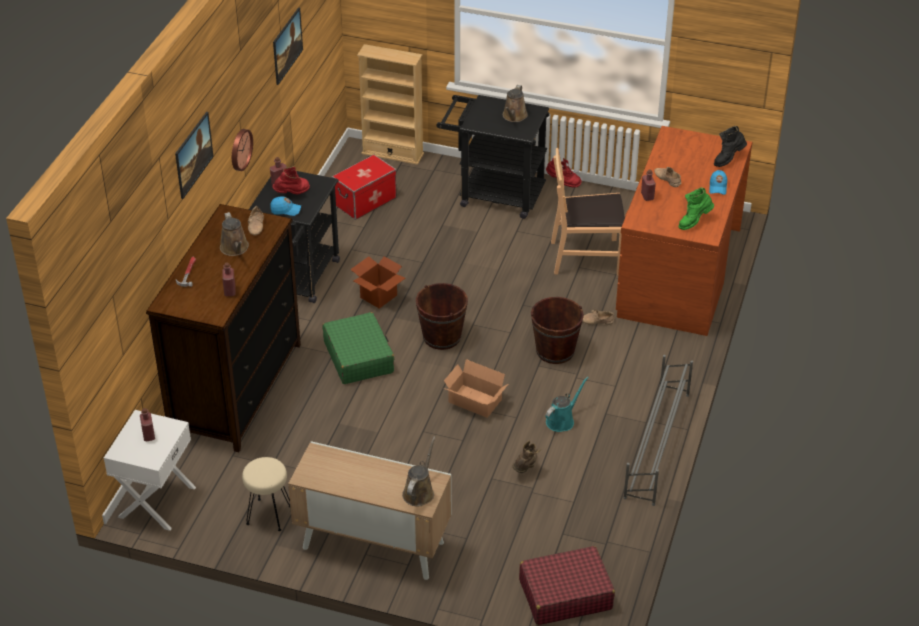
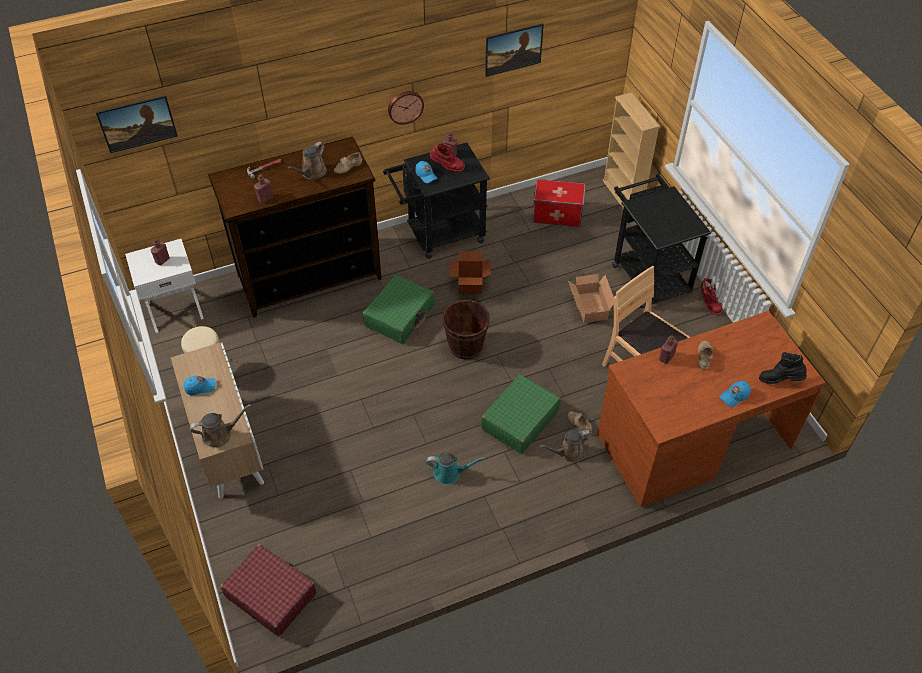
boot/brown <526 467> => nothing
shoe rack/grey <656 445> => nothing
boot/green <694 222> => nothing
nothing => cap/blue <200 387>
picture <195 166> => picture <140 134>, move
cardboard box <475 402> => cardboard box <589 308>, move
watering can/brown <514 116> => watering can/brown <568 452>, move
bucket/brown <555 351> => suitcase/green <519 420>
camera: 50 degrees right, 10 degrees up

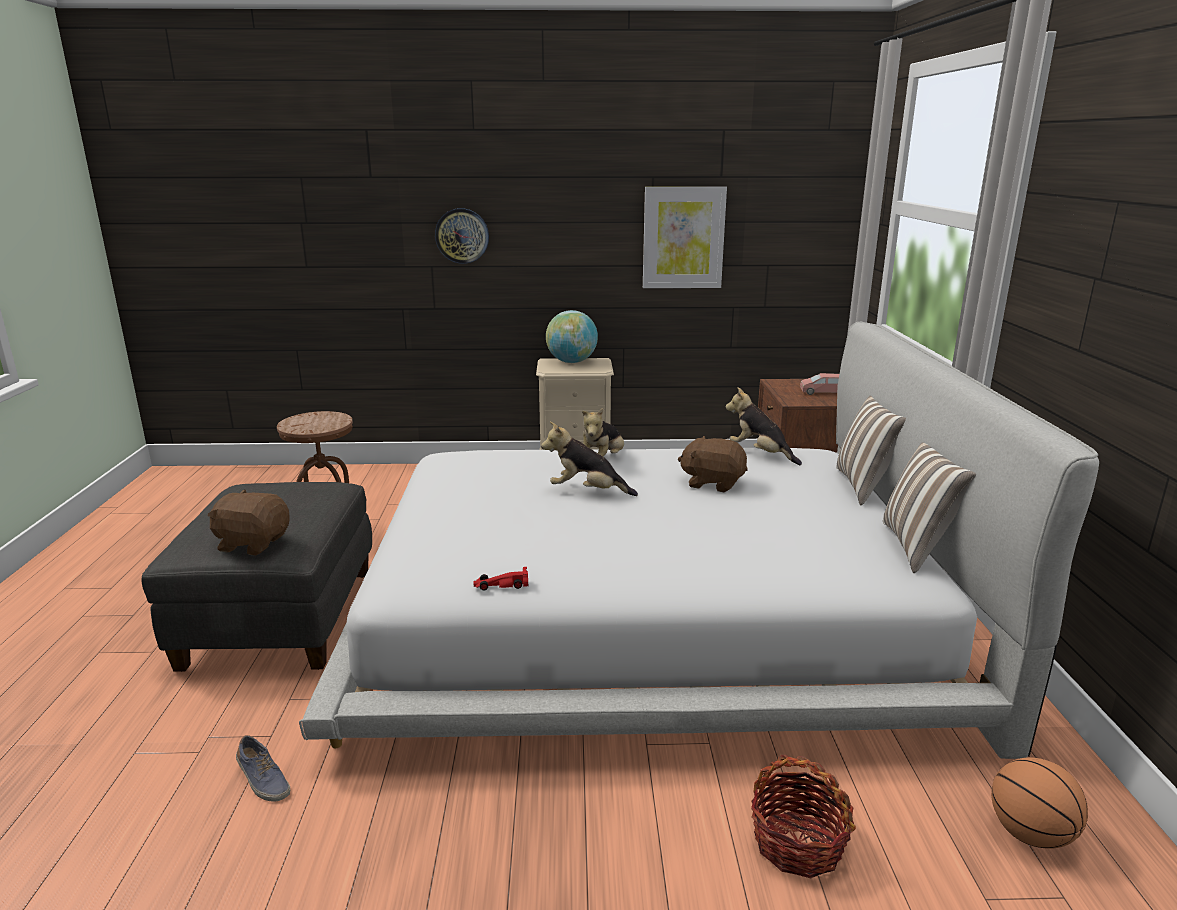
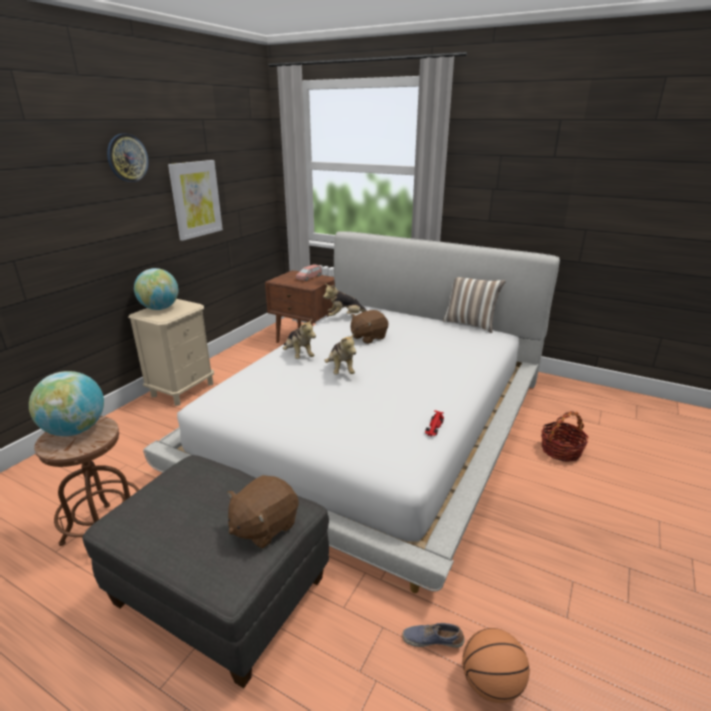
pillow <865 486> => nothing
nothing => globe <75 430>
wall clock <462 236> => wall clock <127 158>, move
basketball <1030 834> => basketball <491 683>, move
shoe <262 780> => shoe <432 640>, 150 degrees counterclockwise
plush toy <587 492> => plush toy <340 370>, 60 degrees counterclockwise
camera: 60 degrees left, 5 degrees up

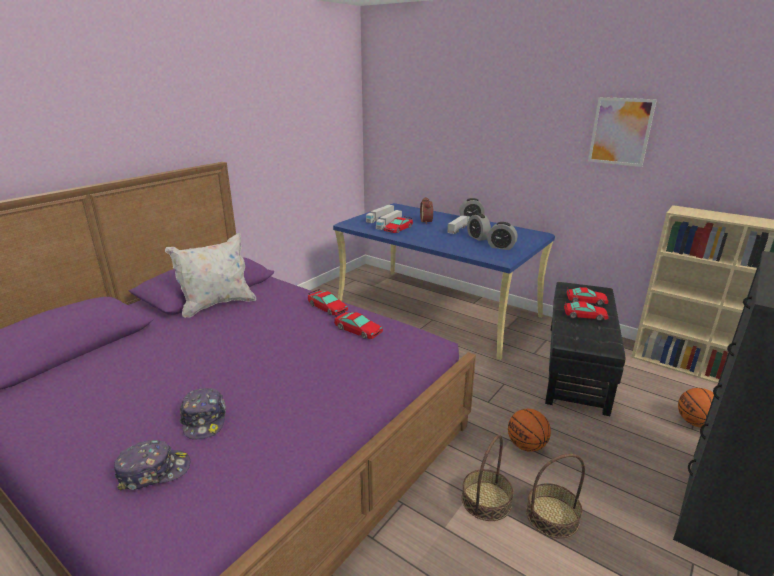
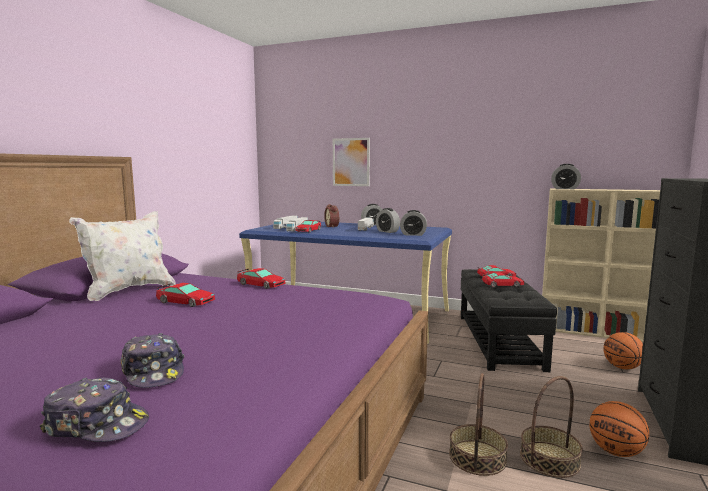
nothing => alarm clock <565 189>
toy car <358 330> => toy car <185 302>, move
basketball <526 445> => basketball <616 451>, move
picture <620 131> => picture <351 162>, move
cap <154 471> => cap <97 424>, 45 degrees clockwise
camera: 15 degrees left, 15 degrees down

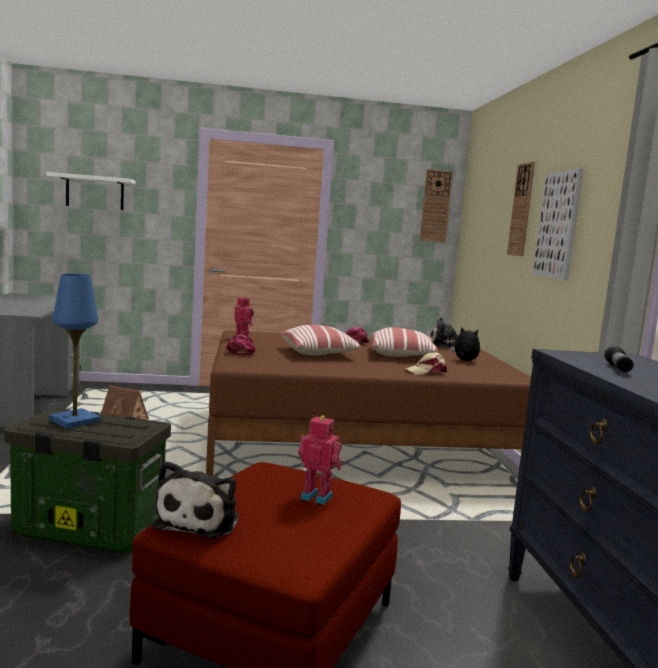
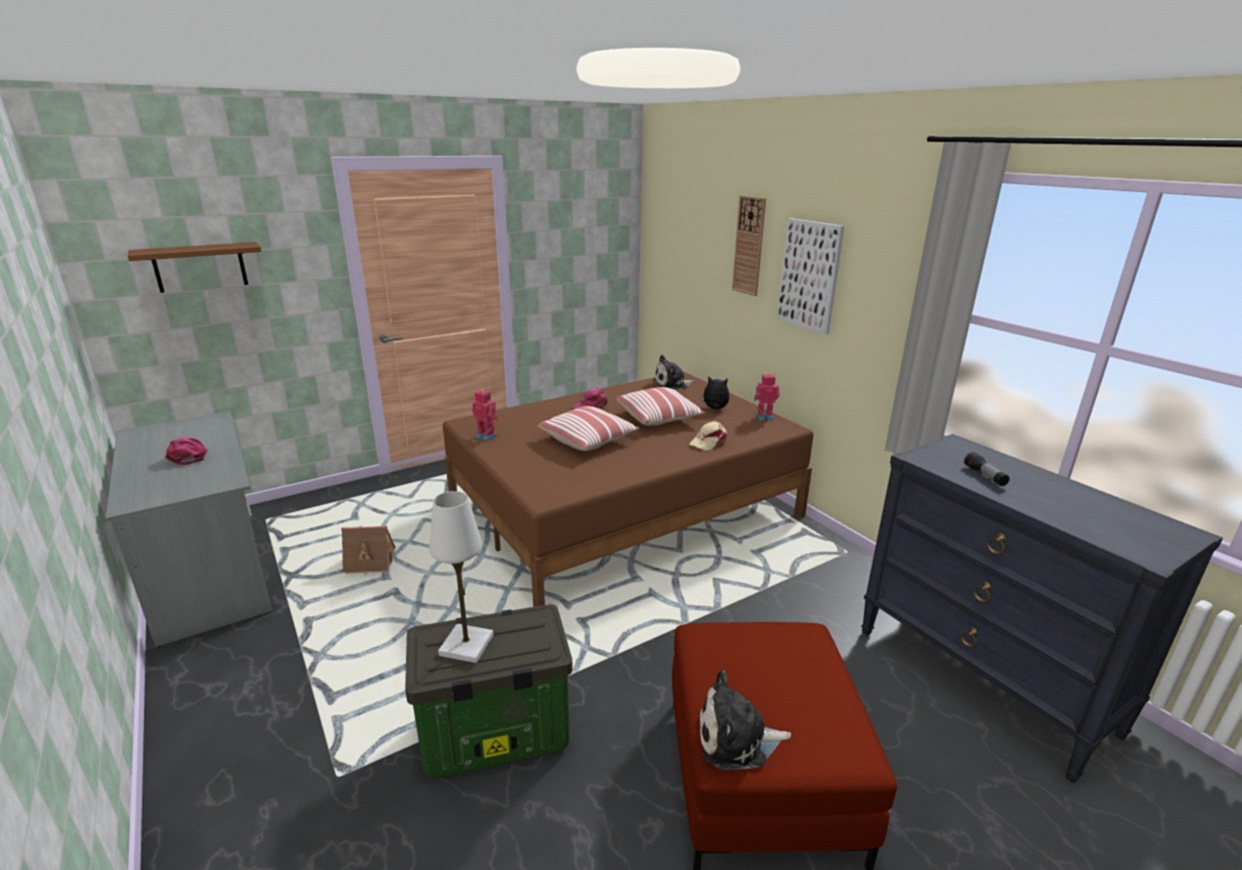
wall clock <435 206> => nothing
cap/pink <241 352> => cap/pink <188 456>, move
toy robot <317 496> => toy robot <764 417>, move
shelf/white <95 192> => shelf/brown <200 267>
table lamp/blue <74 421> => table lamp/white <466 645>
plush toy <200 520> => plush toy <737 739>, 105 degrees clockwise
camera: 25 degrees left, 15 degrees up

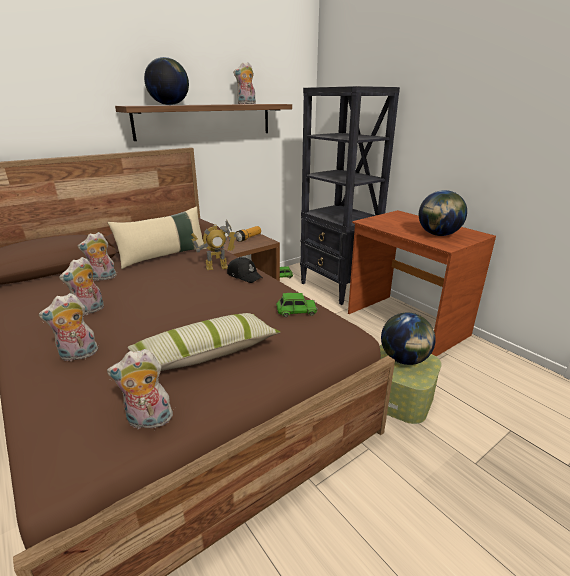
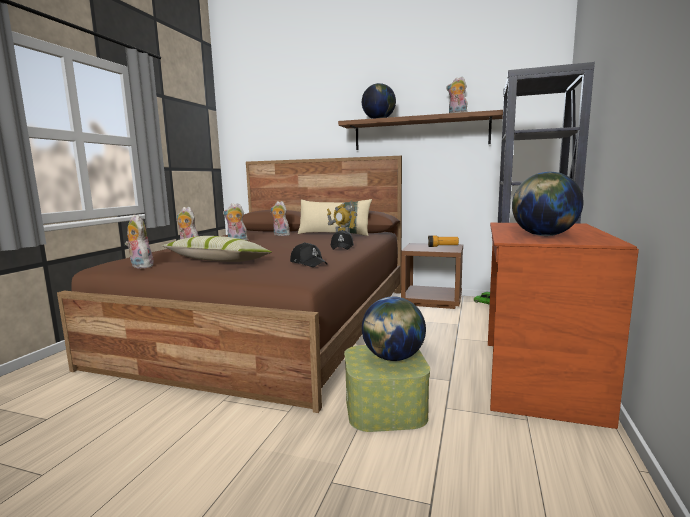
toy car/green <296 311> => cap/black <308 263>
camera: 55 degrees right, 15 degrees down

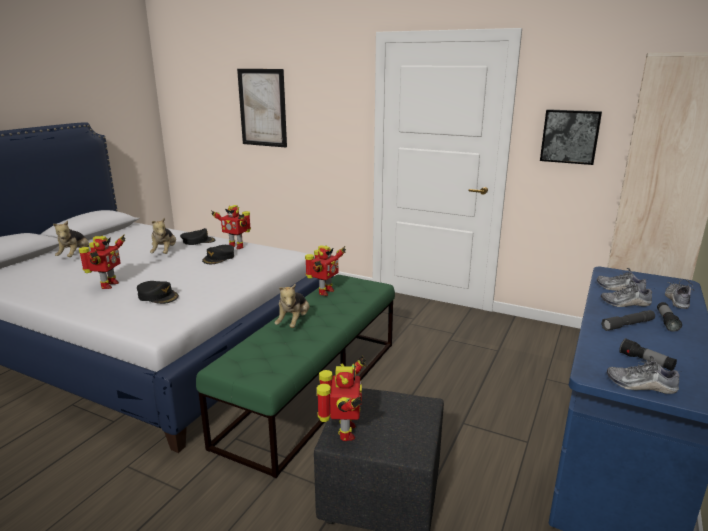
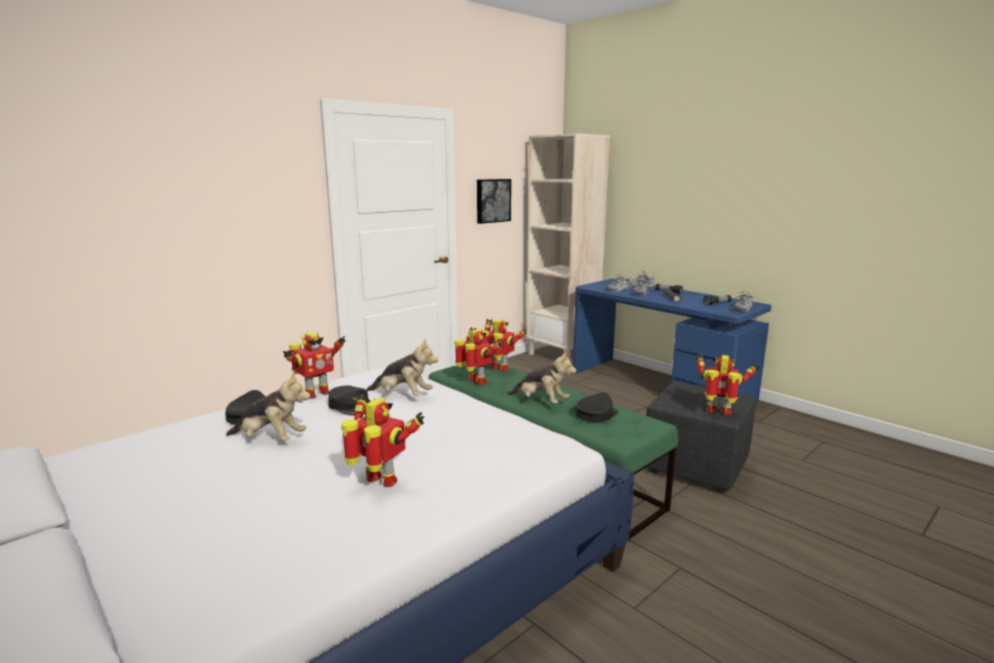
picture <262 108> => nothing
nothing => toy robot <499 369>
plush toy <75 256> => plush toy <403 395>, move
cap/black <158 296> => cap/black <596 413>, move
camera: 70 degrees left, 5 degrees down

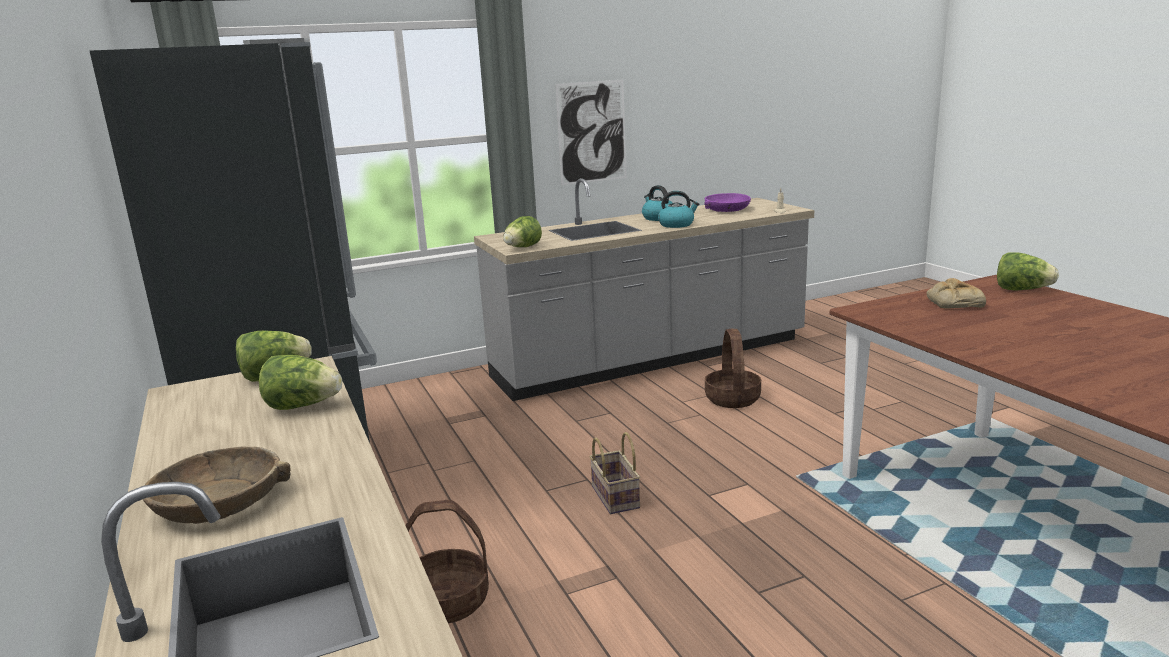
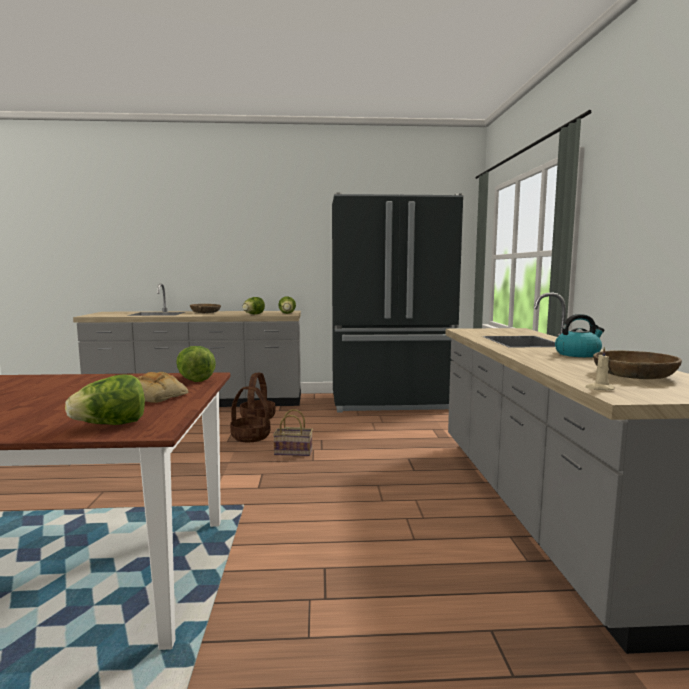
picture <592 132> => nothing
kettle <677 224> => nothing
lettuce <522 248> => lettuce <194 379>, move
basket <732 398> => basket <251 436>, move
bowl/purple <727 209> => bowl/brown <633 375>
camera: 110 degrees right, 10 degrees down

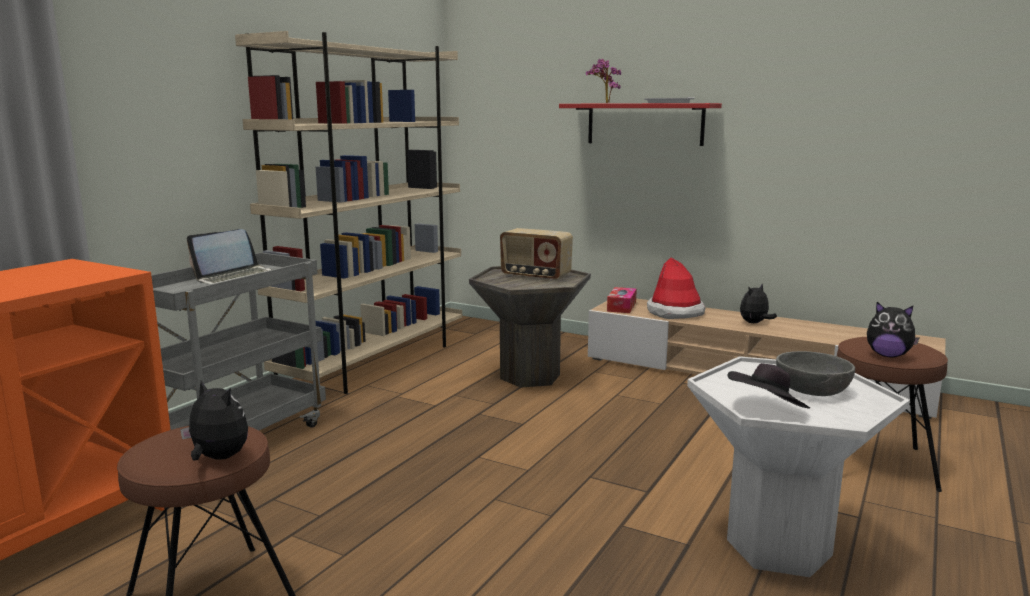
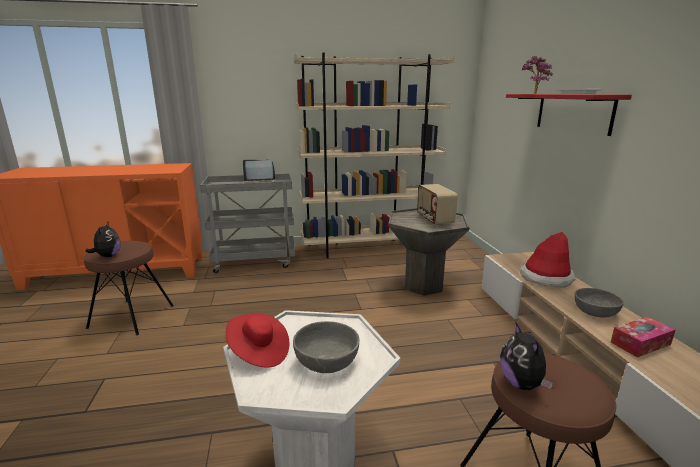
tissue box <621 306> => tissue box <640 343>, move
plush toy <754 323> => bowl/grey <595 311>
hat/black <766 410> => hat/red <258 352>
camera: 50 degrees right, 5 degrees up

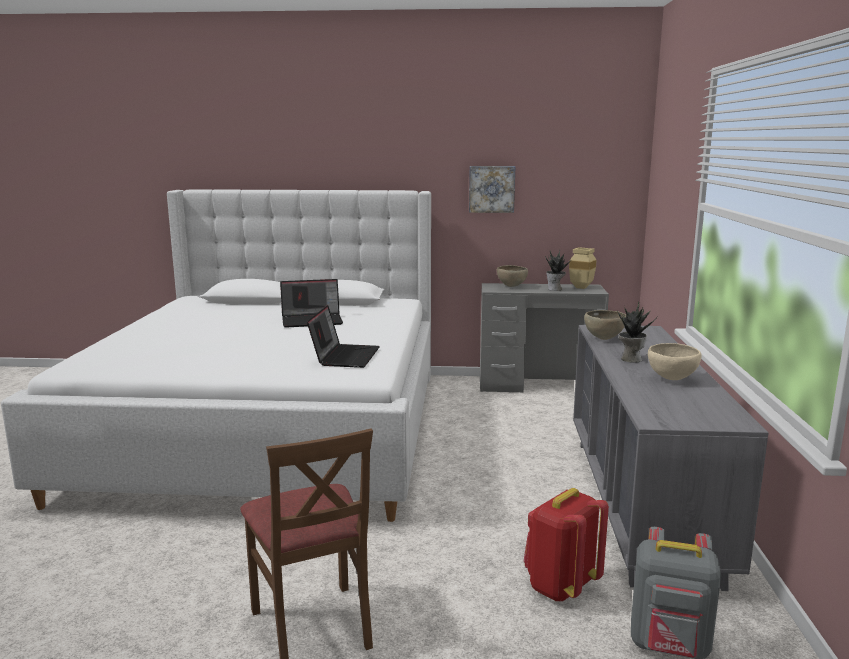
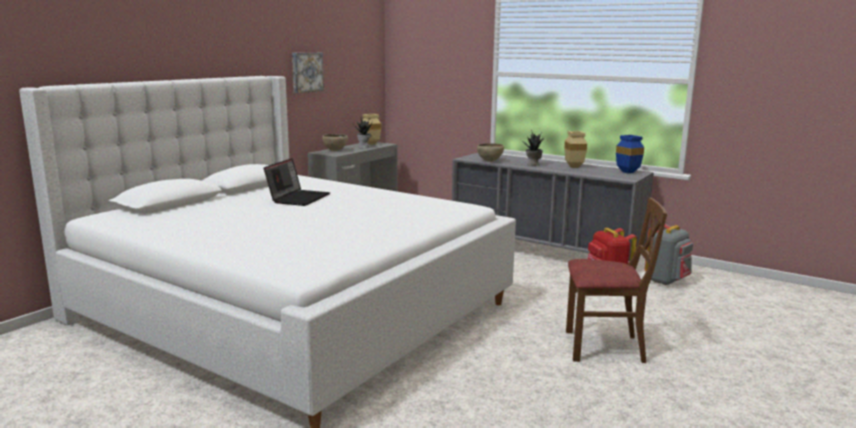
laptop <345 356> => nothing
nothing => vase/blue <629 172>
bowl/beige <671 379> => vase/beige <573 167>
camera: 60 degrees left, 0 degrees up

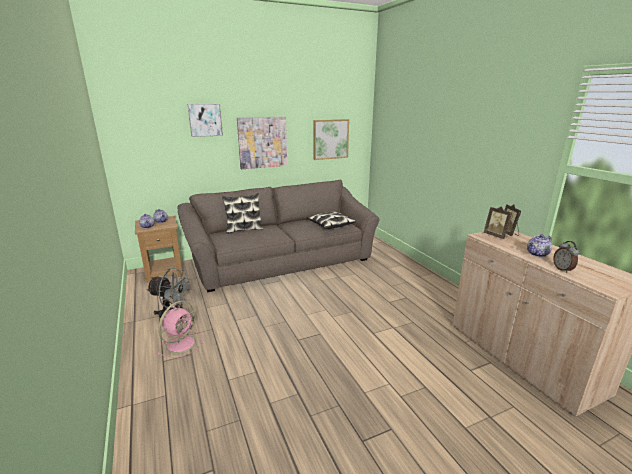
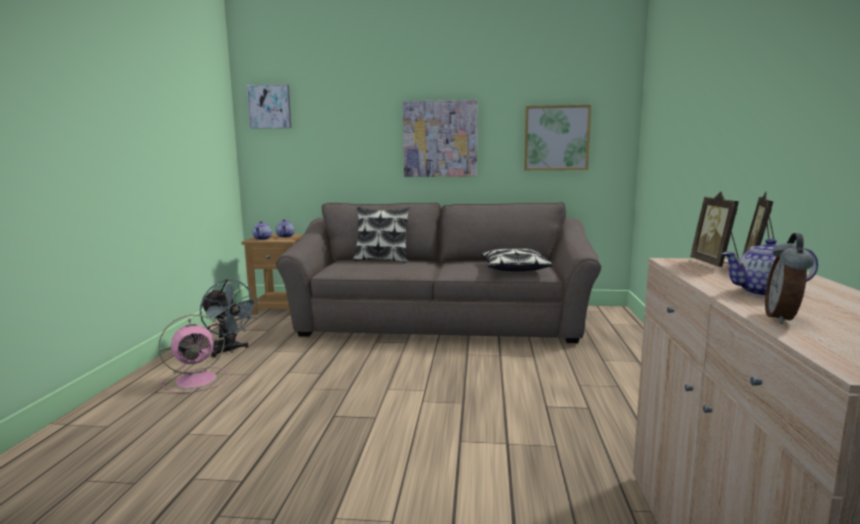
picture <205 120> => picture <270 107>, move
camera: 30 degrees right, 10 degrees down

